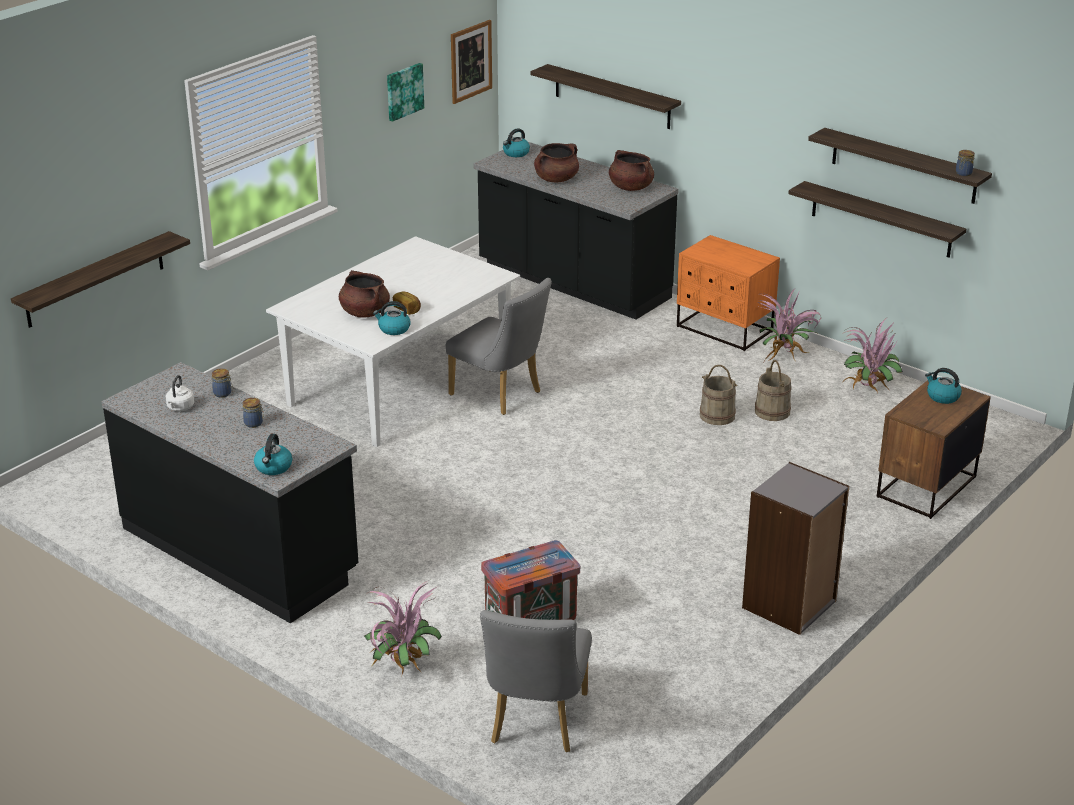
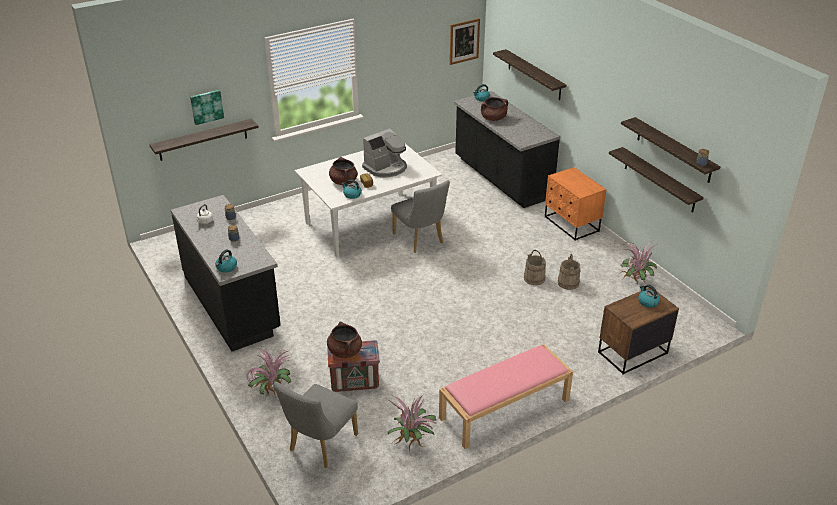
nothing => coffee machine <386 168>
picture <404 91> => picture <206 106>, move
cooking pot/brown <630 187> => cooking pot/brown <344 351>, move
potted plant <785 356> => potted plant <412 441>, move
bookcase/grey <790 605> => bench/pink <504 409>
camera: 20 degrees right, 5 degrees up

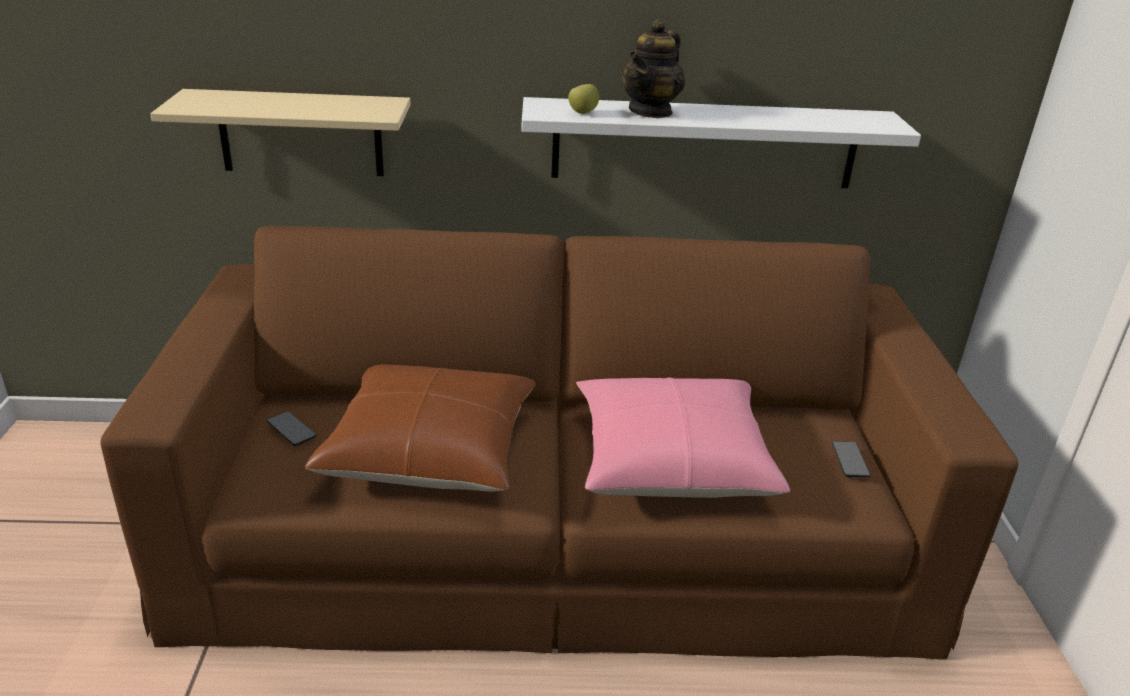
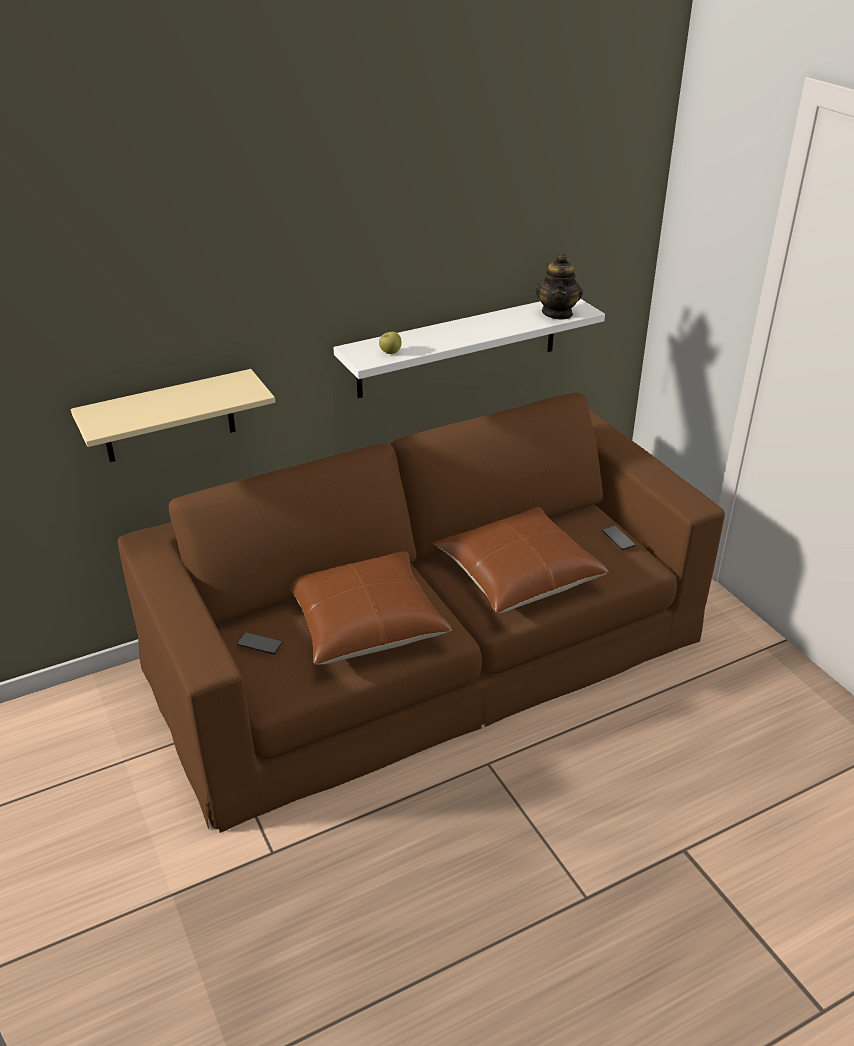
teapot <651 111> => teapot <557 313>, move
pillow/pink <671 459> => pillow/brown <518 575>
camera: 25 degrees left, 5 degrees up

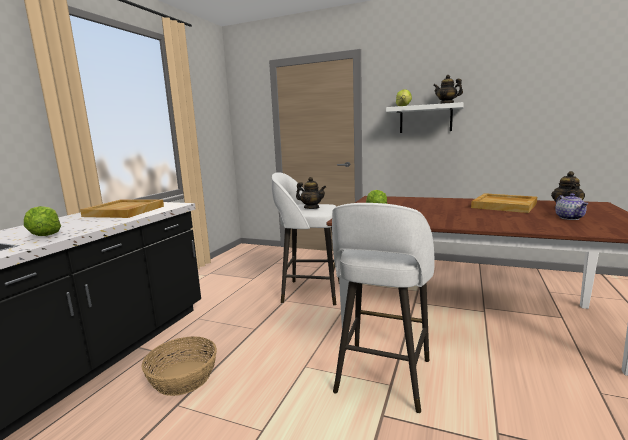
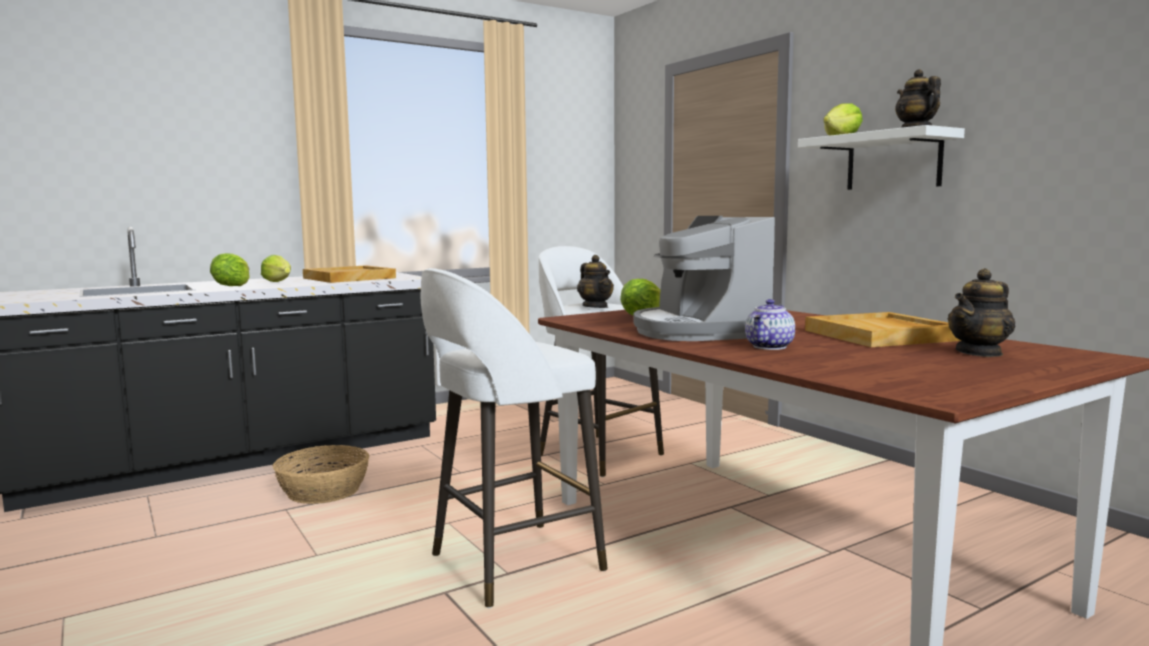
nothing => lettuce <279 282>
nothing => coffee machine <698 331>
teapot <570 218> => teapot <770 347>, move
camera: 35 degrees right, 5 degrees down

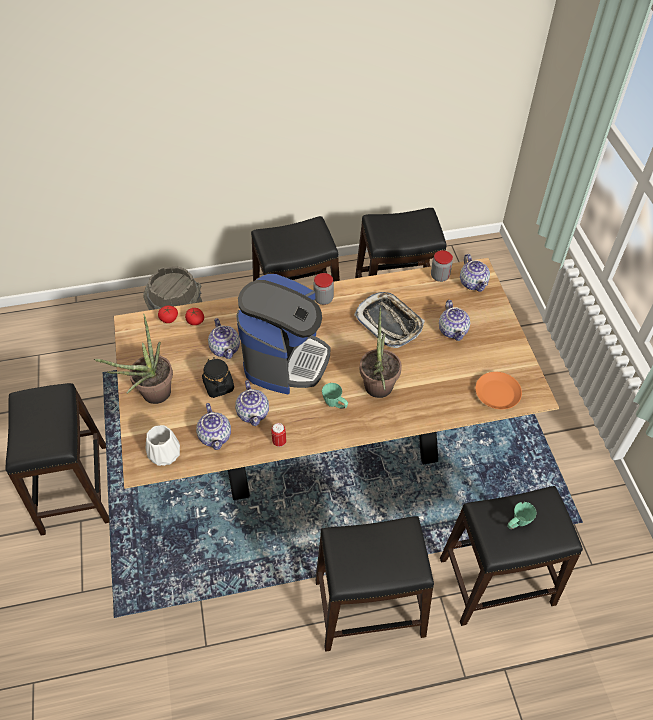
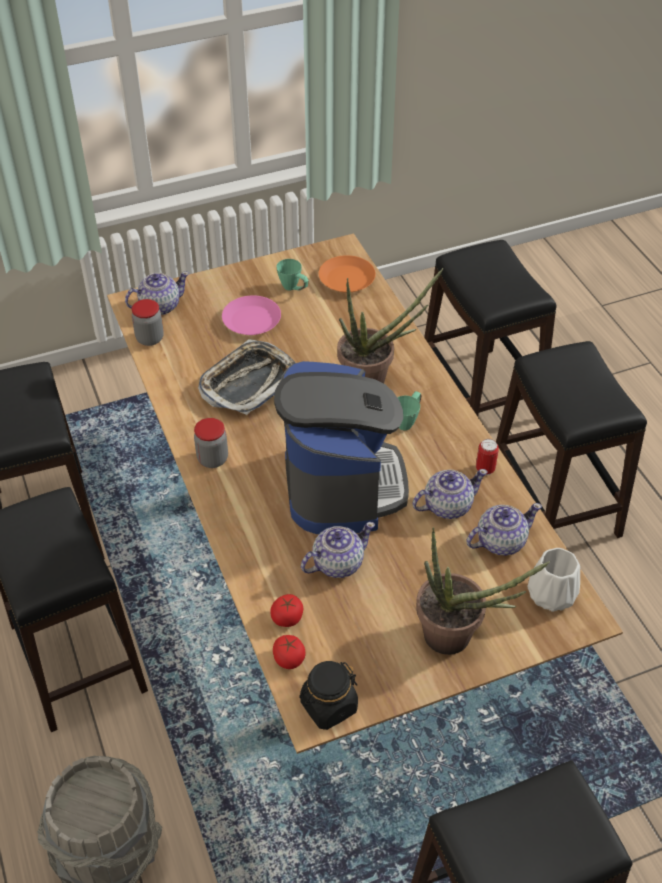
jar/black <218 386> => jar/black <328 706>, move
mug/green <517 524> => mug/green <294 289>, move
teapot <453 330> => plate/pink <251 320>
coffee machine <285 359> => coffee machine <341 485>, 75 degrees clockwise
camera: 100 degrees left, 5 degrees down

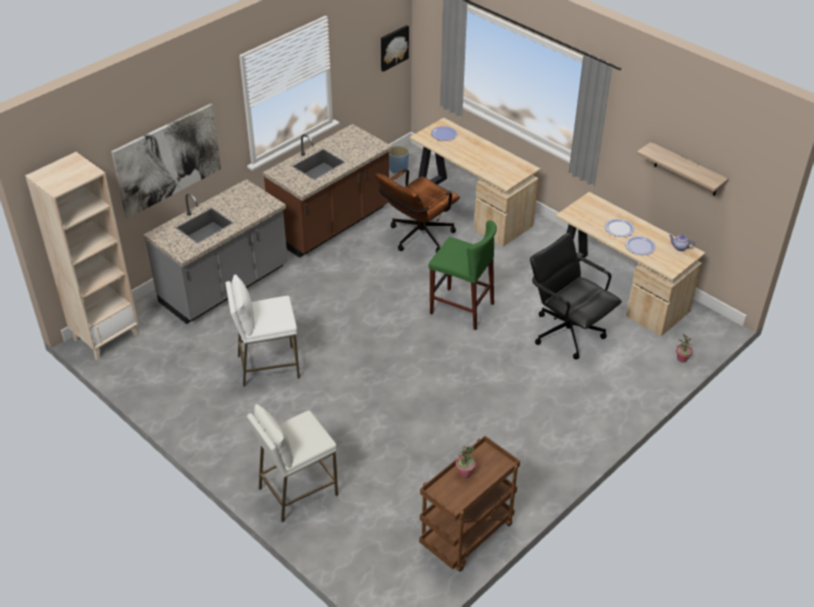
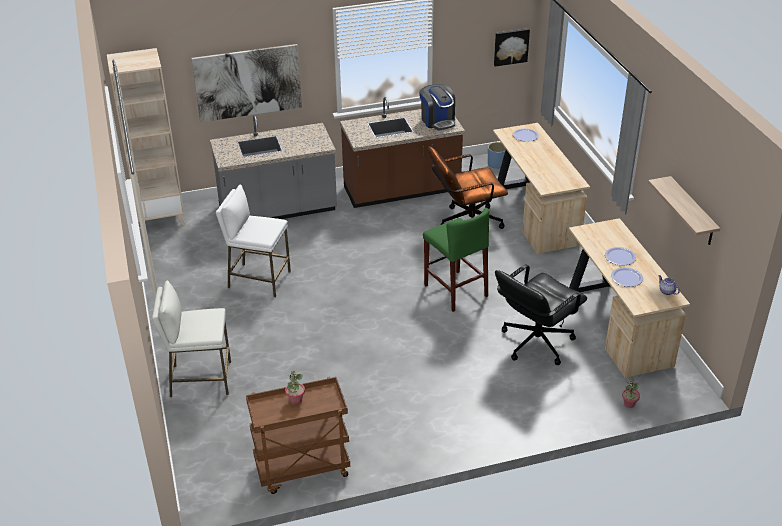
nothing => coffee machine <437 121>
office chair/black <567 332> => office chair/black <535 342>, 120 degrees counterclockwise
camera: 30 degrees right, 5 degrees down

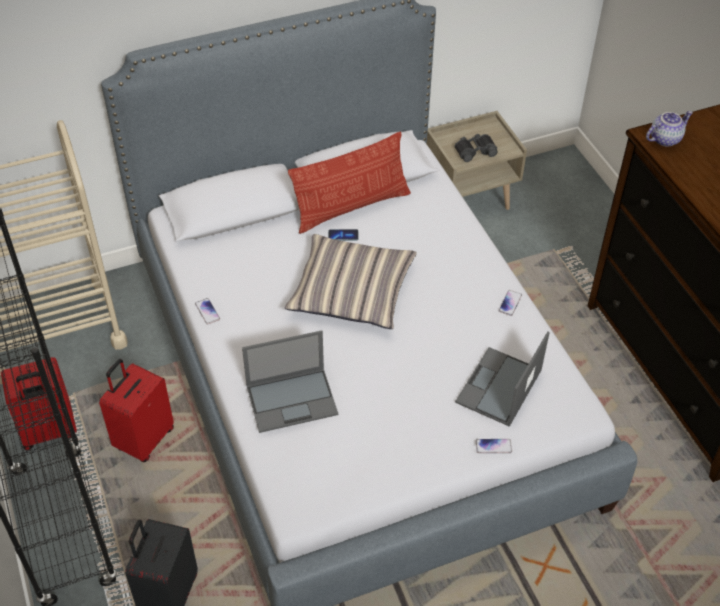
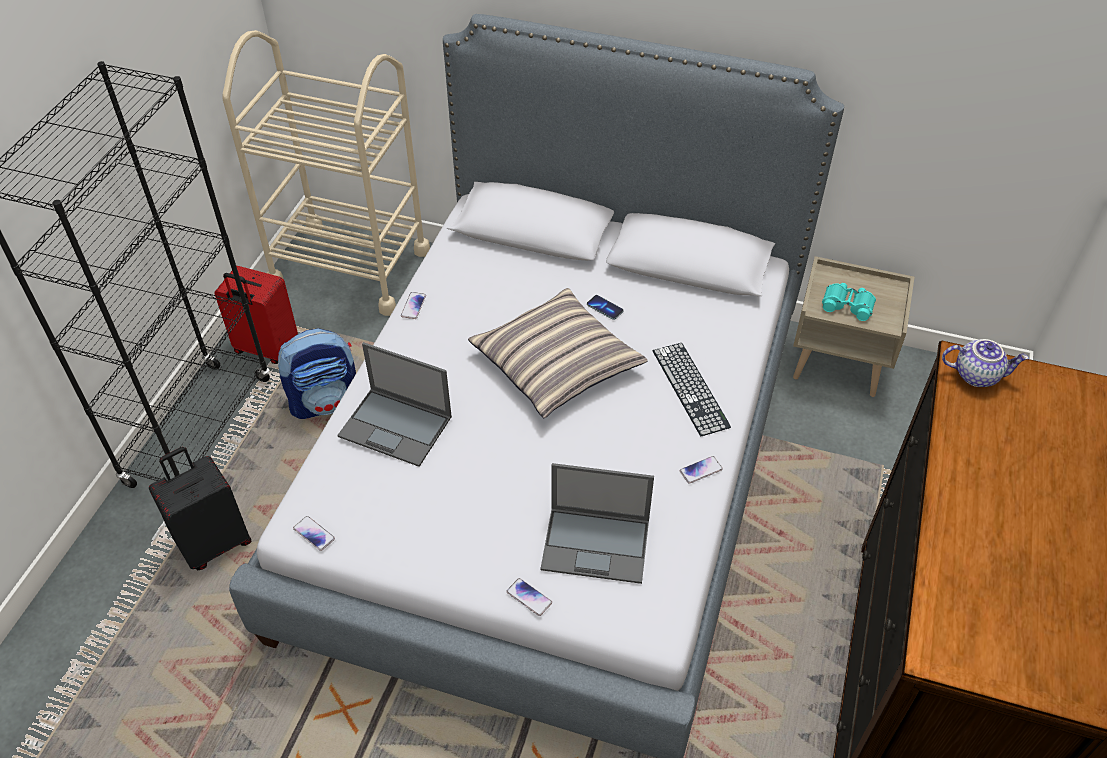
pillow <351 207> => nothing
nothing => phone <314 533>
nothing => keyboard <690 388>
suitcase/red <143 439> => backpack <326 401>
binoculars/black <474 151> => binoculars/turquoise <847 305>
laptop <498 387> => laptop <597 544>, 150 degrees counterclockwise
camera: 40 degrees right, 0 degrees up

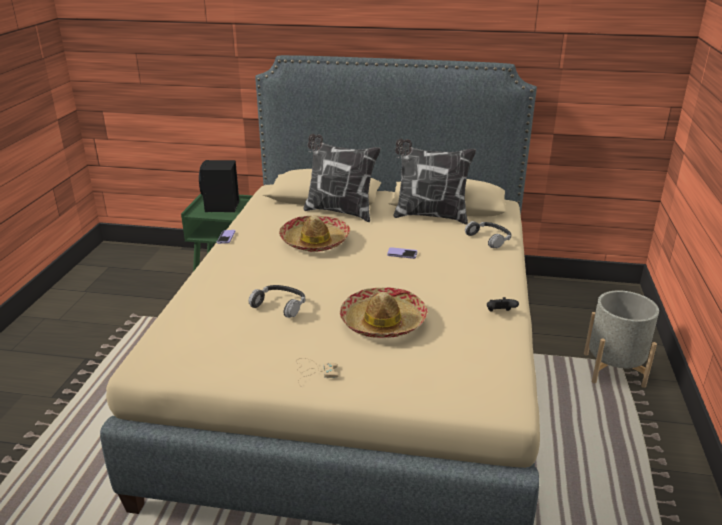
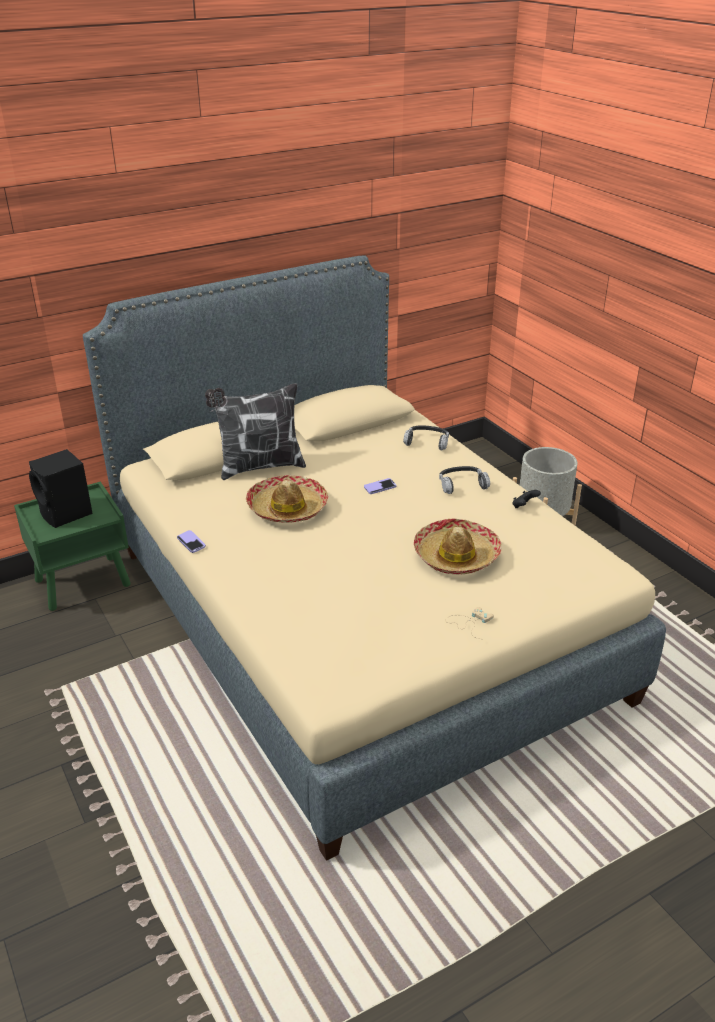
pillow <430 215> => nothing
headphones <279 305> => headphones <462 484>, move
camera: 40 degrees left, 5 degrees up

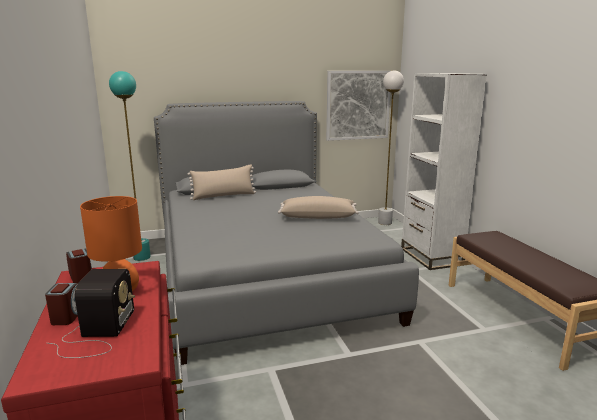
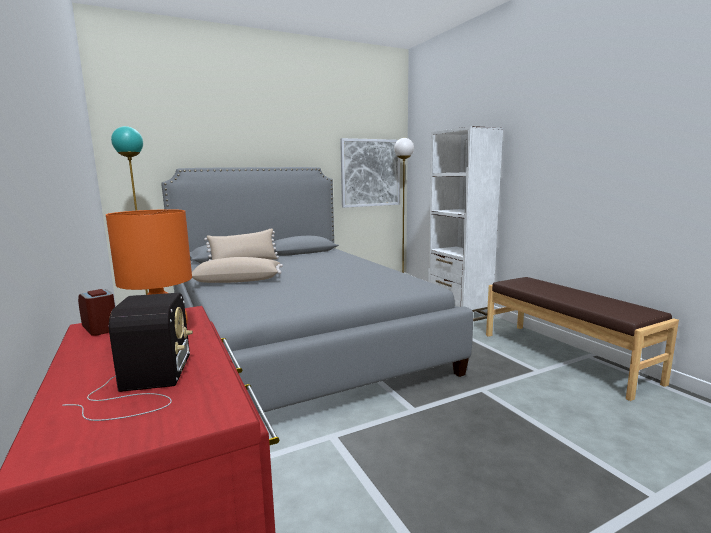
alarm clock <68 315> => nothing
pillow/beige <318 217> => pillow/beige <238 281>, move
camera: 10 degrees left, 5 degrees down

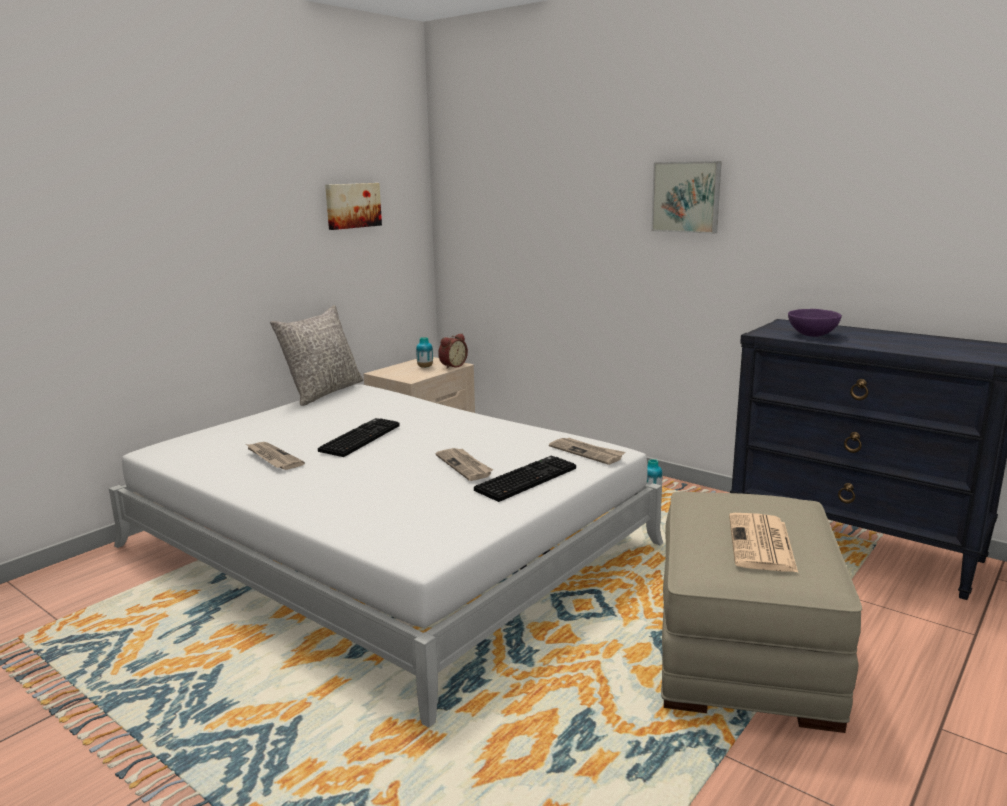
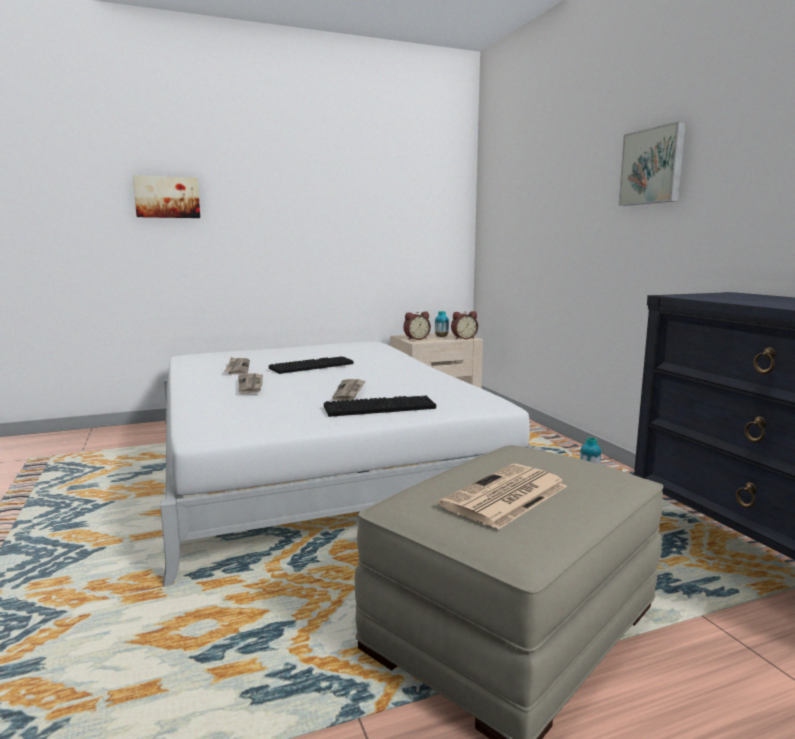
pillow/grey <323 392> => nothing
bowl/purple <812 335> => nothing
nothing => alarm clock <416 339>
picture <352 205> => picture <167 197>, move
newspaper <587 452> => newspaper <251 385>, move
camera: 30 degrees right, 5 degrees down

